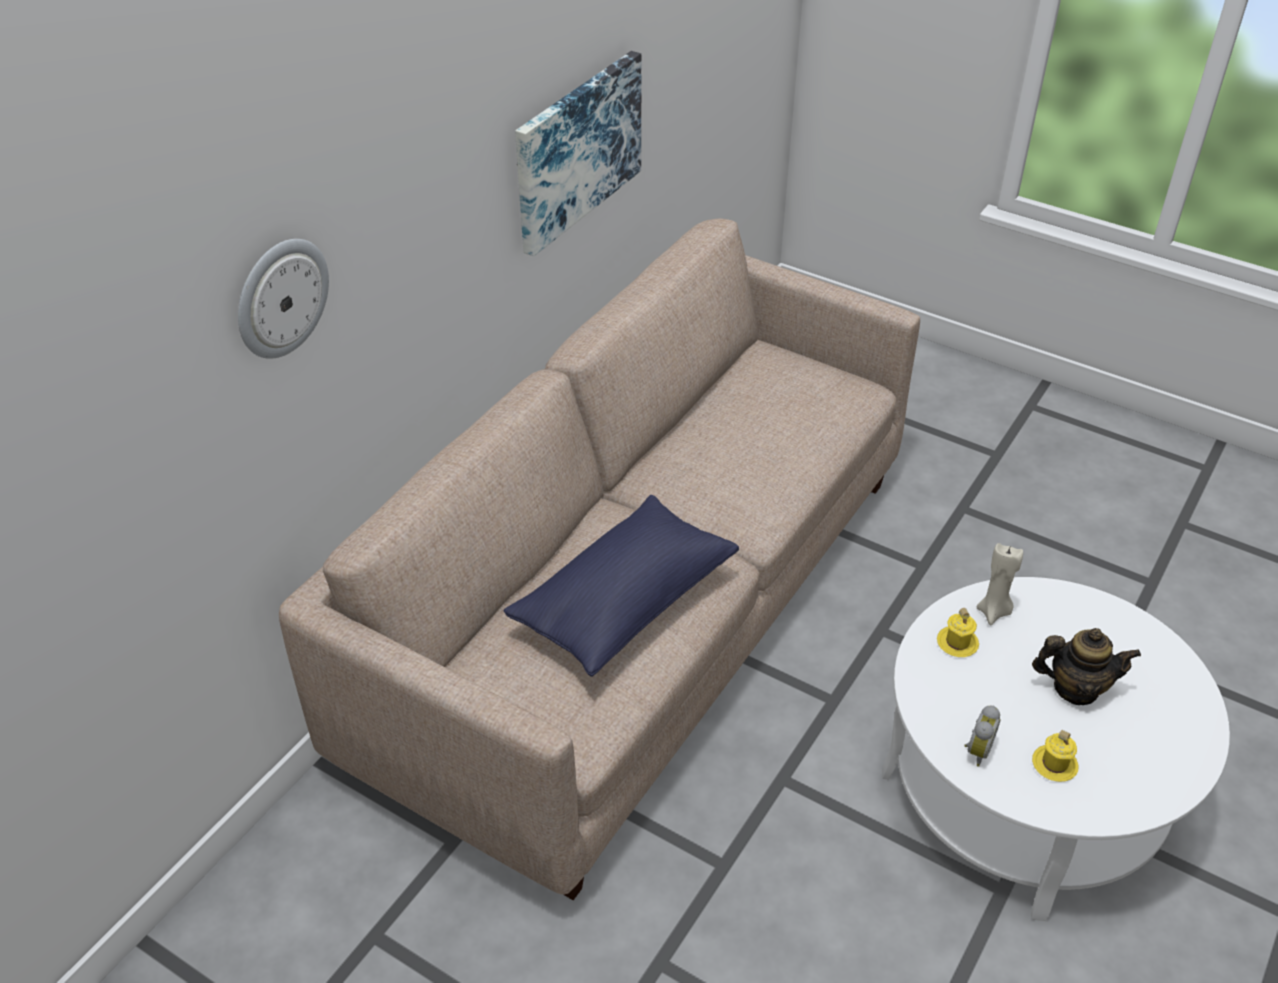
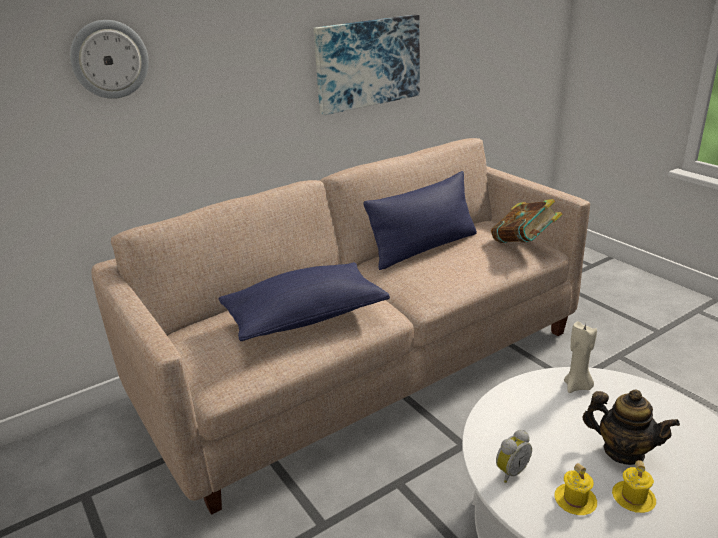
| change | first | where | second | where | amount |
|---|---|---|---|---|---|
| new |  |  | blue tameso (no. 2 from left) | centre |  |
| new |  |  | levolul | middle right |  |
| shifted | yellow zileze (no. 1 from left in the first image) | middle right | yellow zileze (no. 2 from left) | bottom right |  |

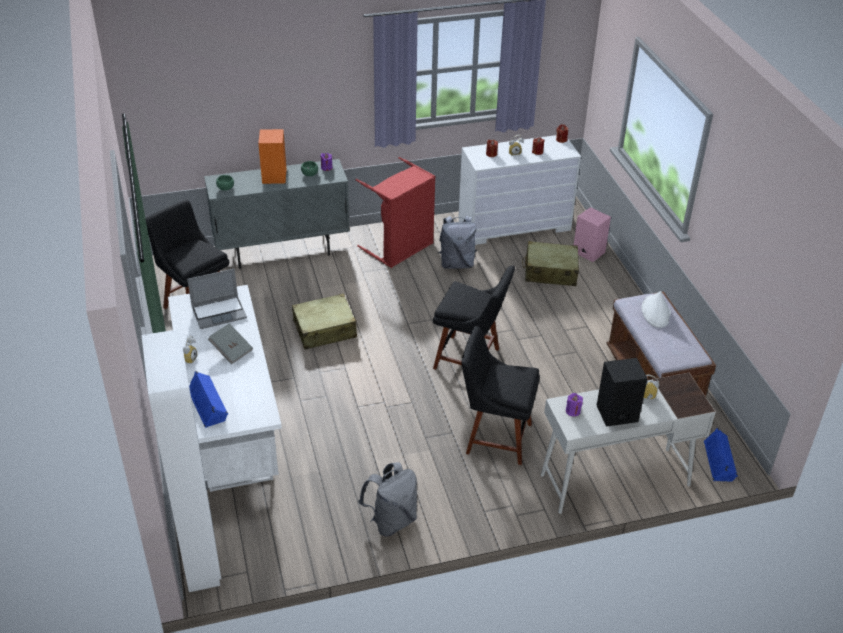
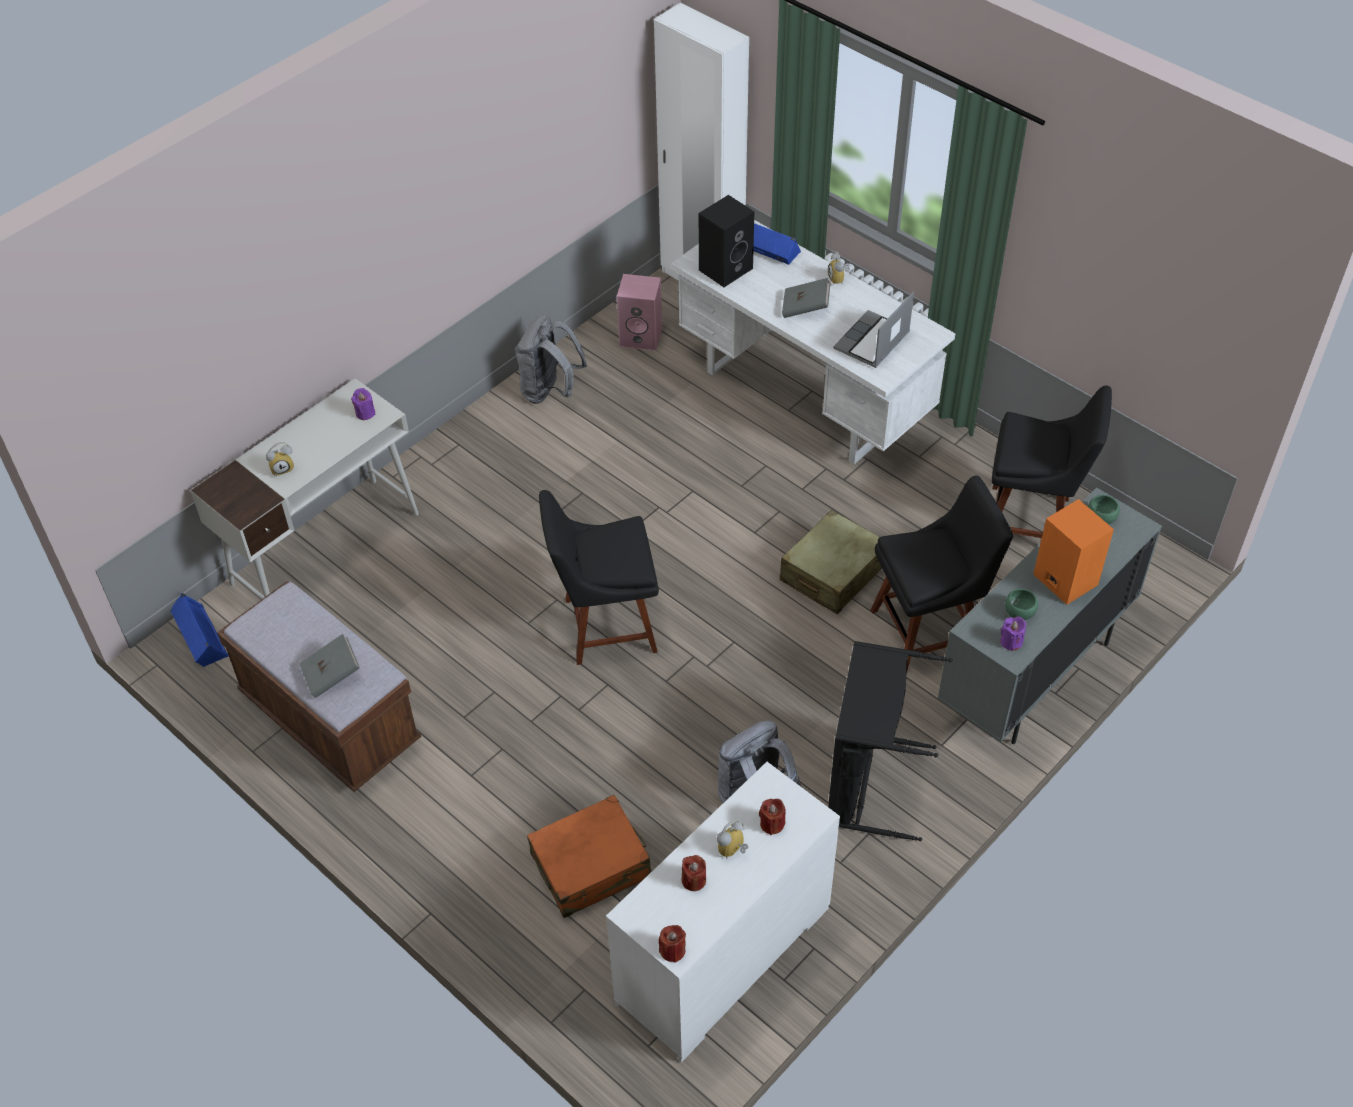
| change | first | where | second | where | amount |
|---|---|---|---|---|---|
| swapped | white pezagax | middle right | grey levolul (no. 1 from left) | middle left |  |
| repainted | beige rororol (no. 2 from left) | centre | orange rororol | bottom centre |  |
| shifted | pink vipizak | middle right |  | top centre |  |
| shifted | black vipizak | middle right |  | top centre |  |
| repainted | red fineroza | centre | black fineroza | bottom centre |  |
| shifted | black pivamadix (no. 3 from left in the first image) | centre | black pivamadix (no. 2 from left) | middle right |  |

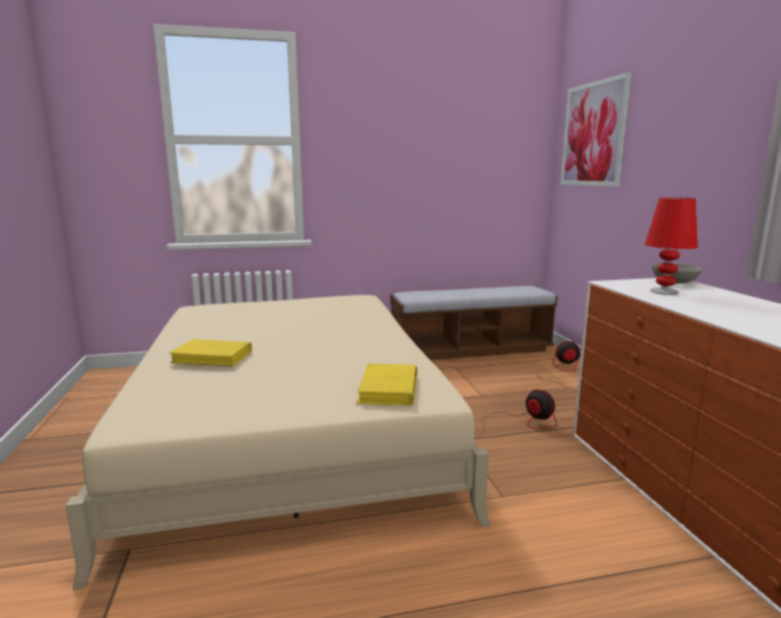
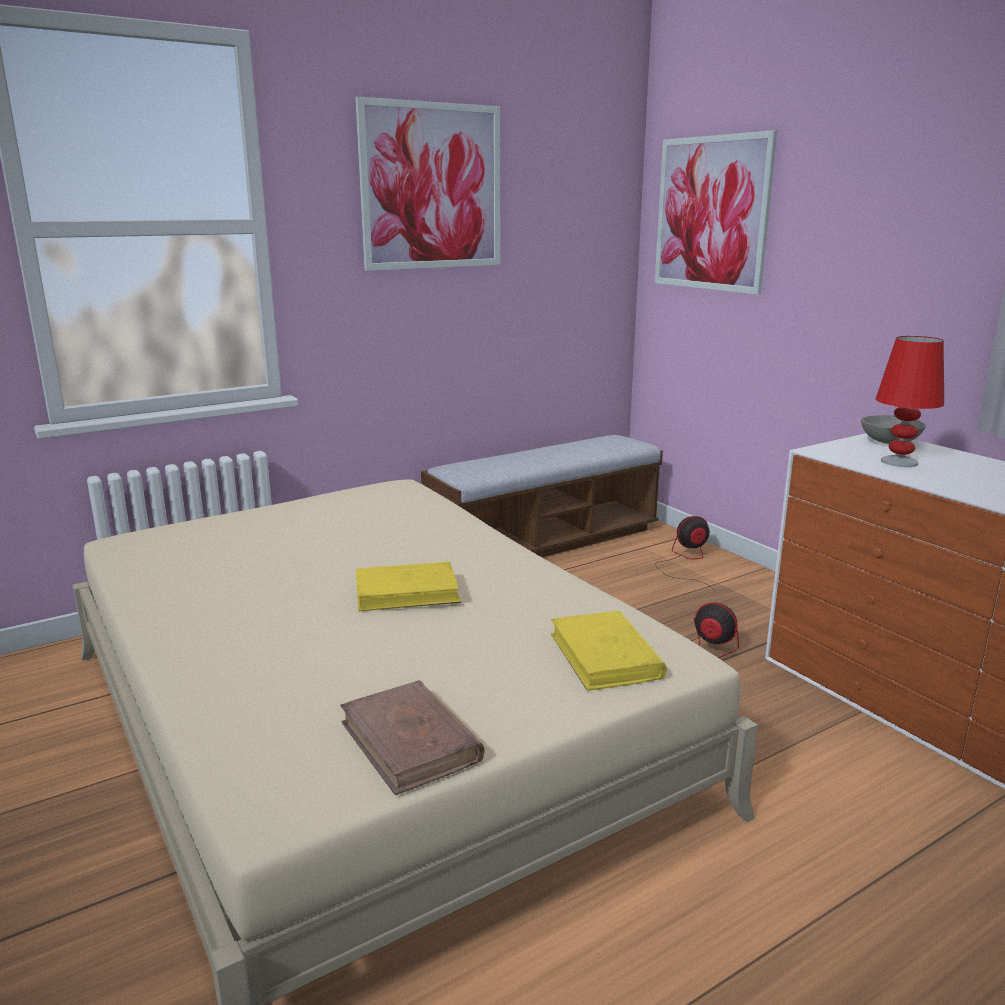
| change | first | where | second | where | amount |
|---|---|---|---|---|---|
| new |  |  | brown levolul | bottom centre |  |
| new |  |  | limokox (no. 1 from left) | top centre |  |
| shifted | yellow levolul (no. 1 from left) | middle left |  | centre |  |

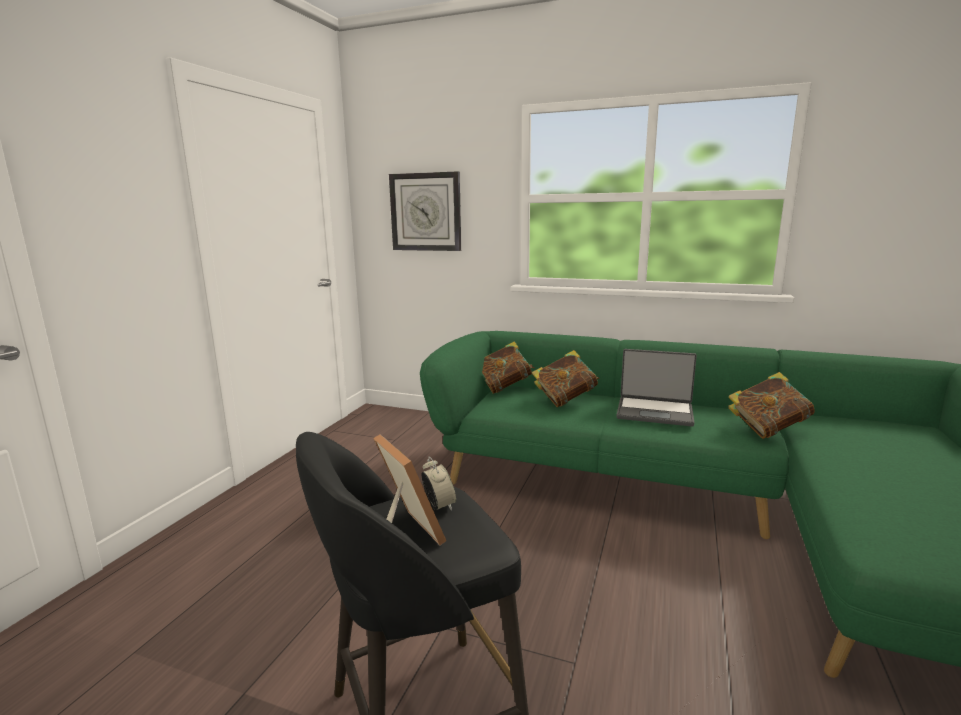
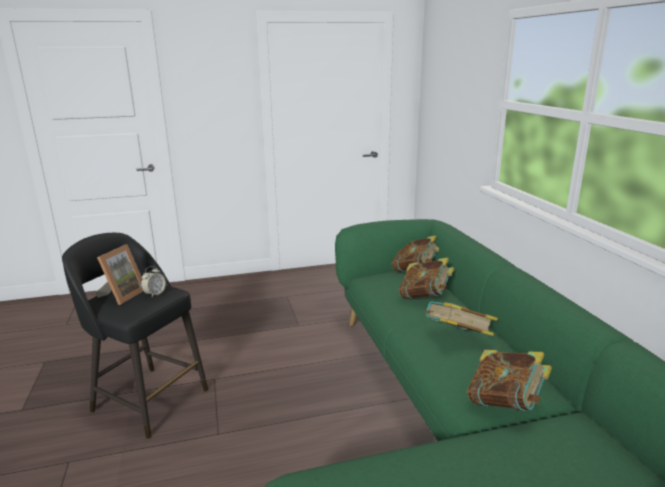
| change | first | where | second | where | amount |
|---|---|---|---|---|---|
| swapped | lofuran | middle right | levolul (no. 3 from left) | middle right |  |
| gone | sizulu | top centre |  |  |  |

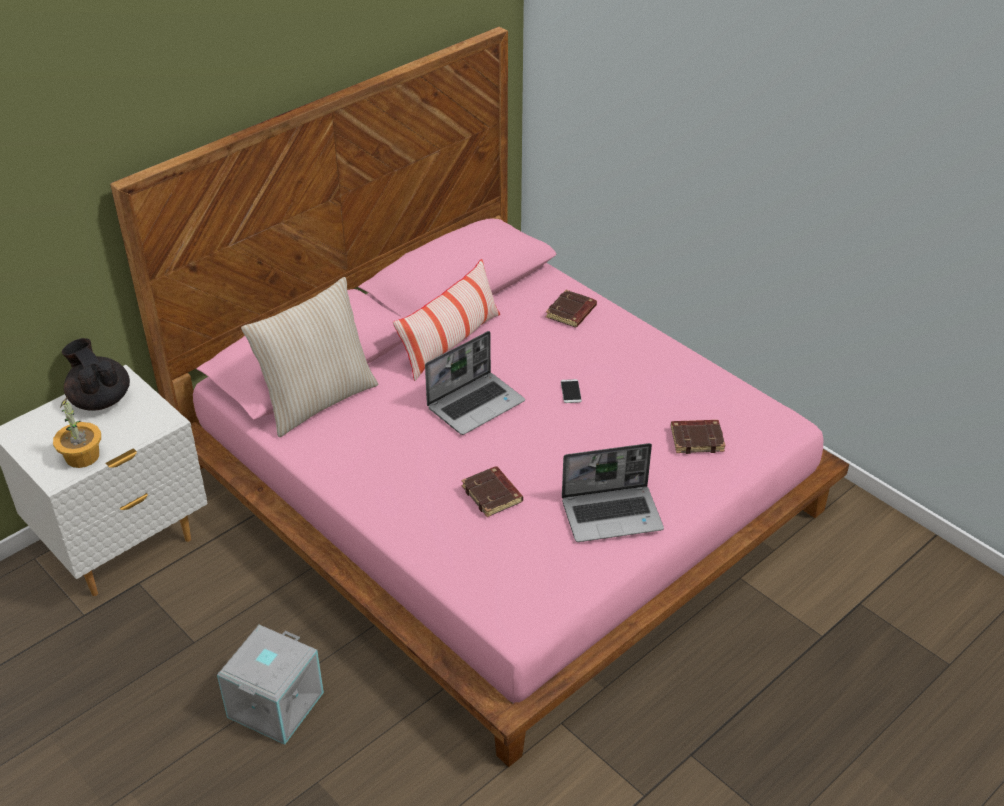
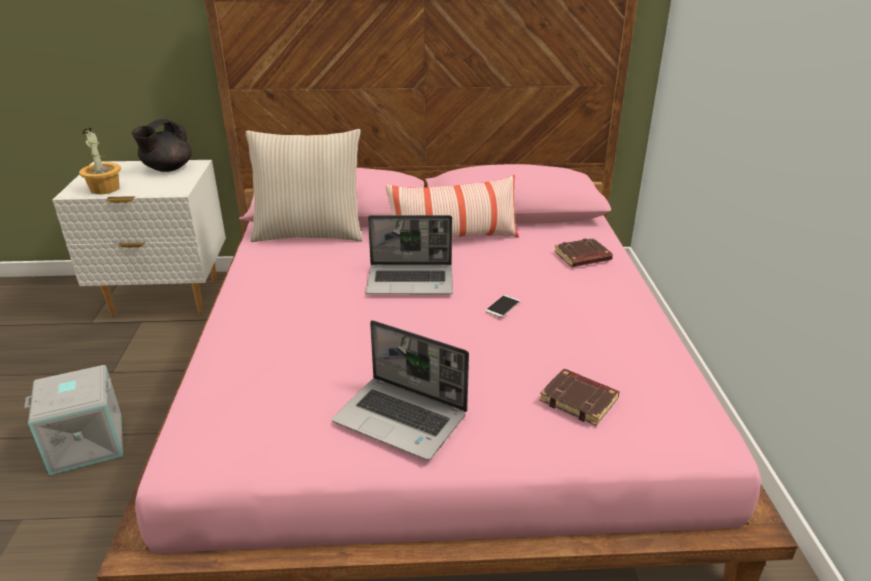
| change | first | where | second | where | amount |
|---|---|---|---|---|---|
| rotated | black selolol | middle left |  | top left | 150 degrees counterclockwise |
| gone | brown levolul (no. 1 from left) | centre |  |  |  |

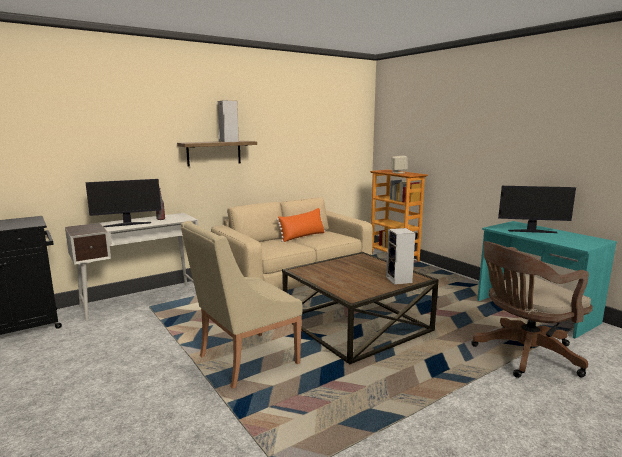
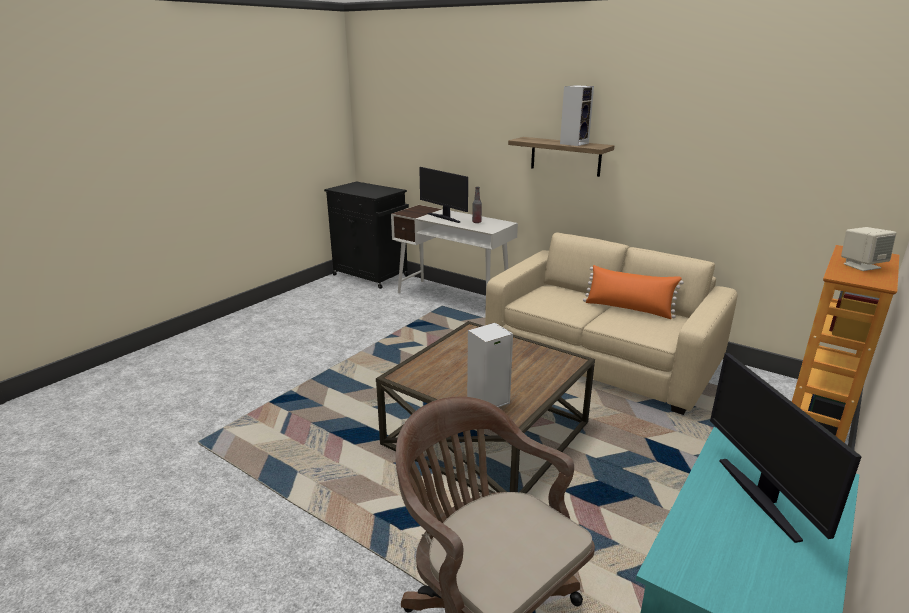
| change | first | where | second | where | amount |
|---|---|---|---|---|---|
| gone | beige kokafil | bottom centre |  |  |  |

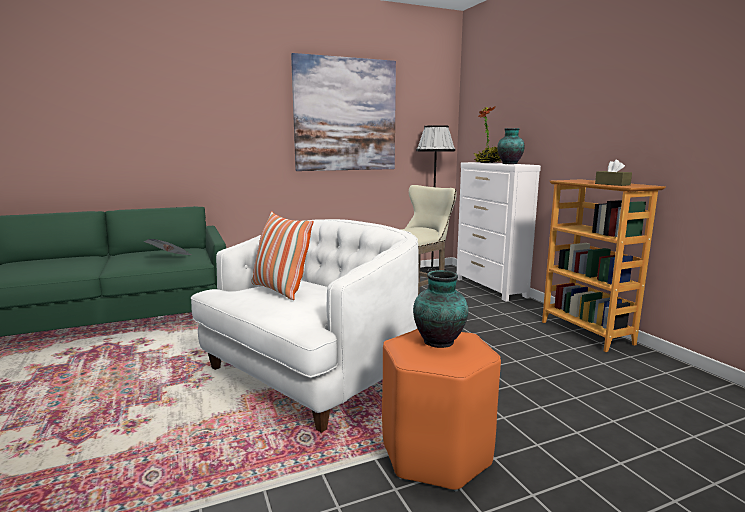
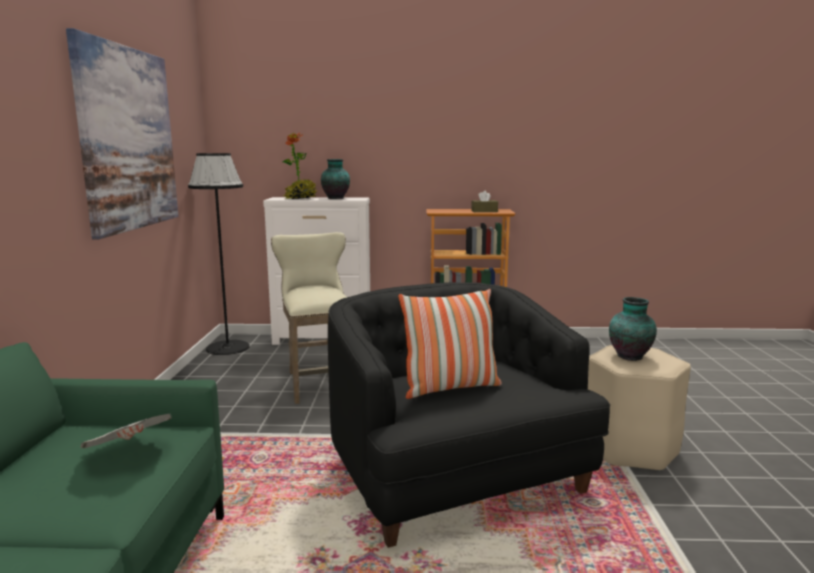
| change | first | where | second | where | amount |
|---|---|---|---|---|---|
| repainted | white kokafil | centre | black kokafil | bottom centre |  |
| repainted | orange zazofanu | bottom centre | beige zazofanu (no. 2 from left) | bottom right |  |

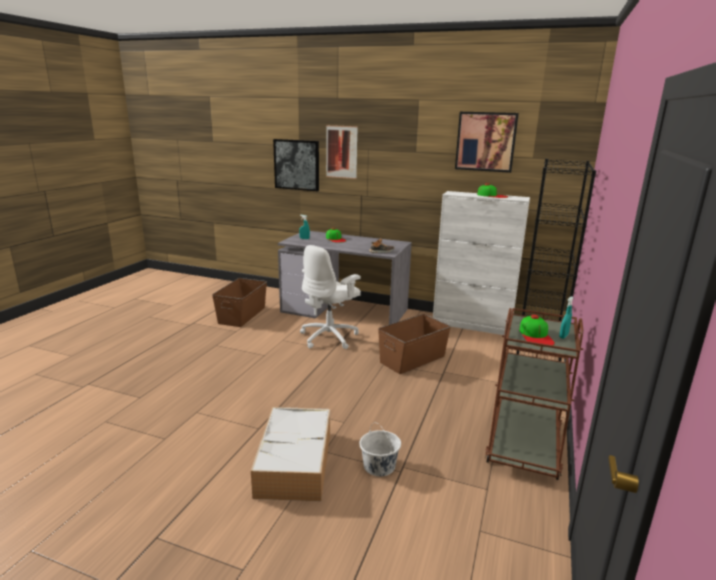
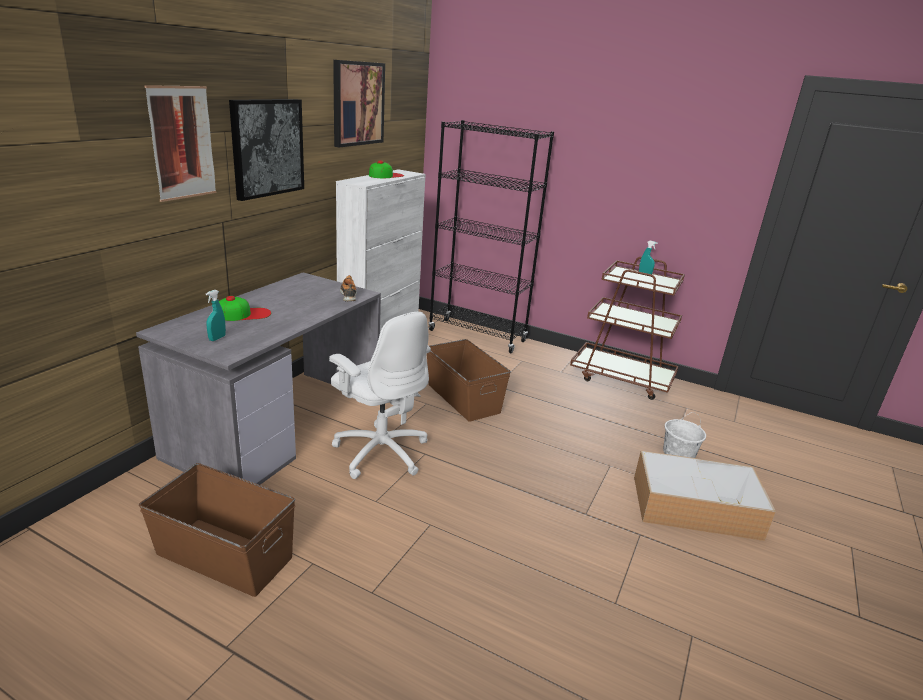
| change | first | where | second | where | amount |
|---|---|---|---|---|---|
| shifted | limokox (no. 1 from left in the first image) | top centre | limokox (no. 2 from left) | top left |  |
| gone | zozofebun (no. 3 from left) | middle right |  |  |  |

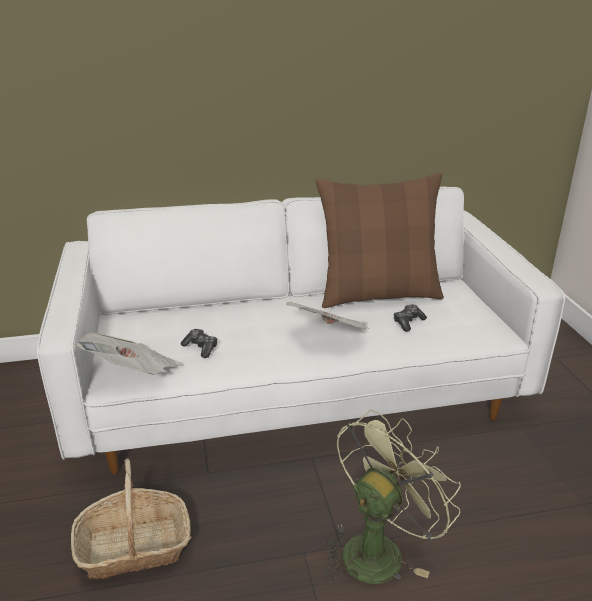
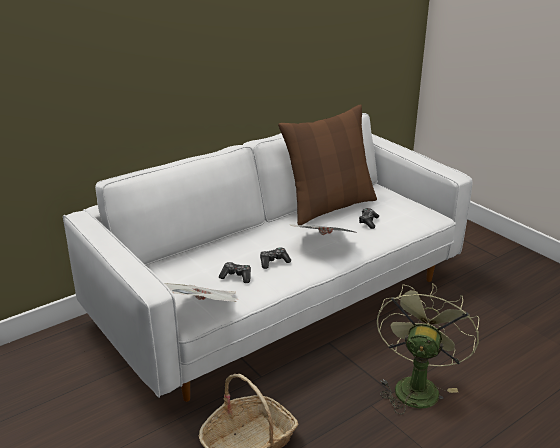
| change | first | where | second | where | amount |
|---|---|---|---|---|---|
| new |  |  | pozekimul (no. 2 from left) | centre |  |

